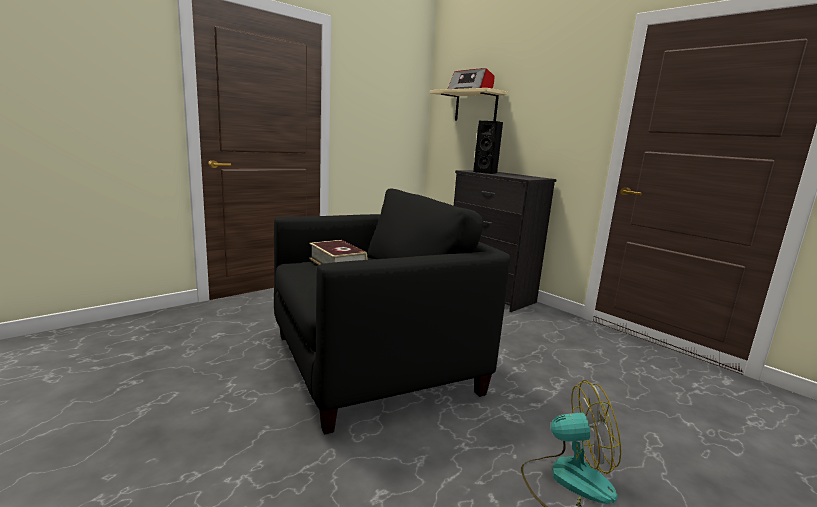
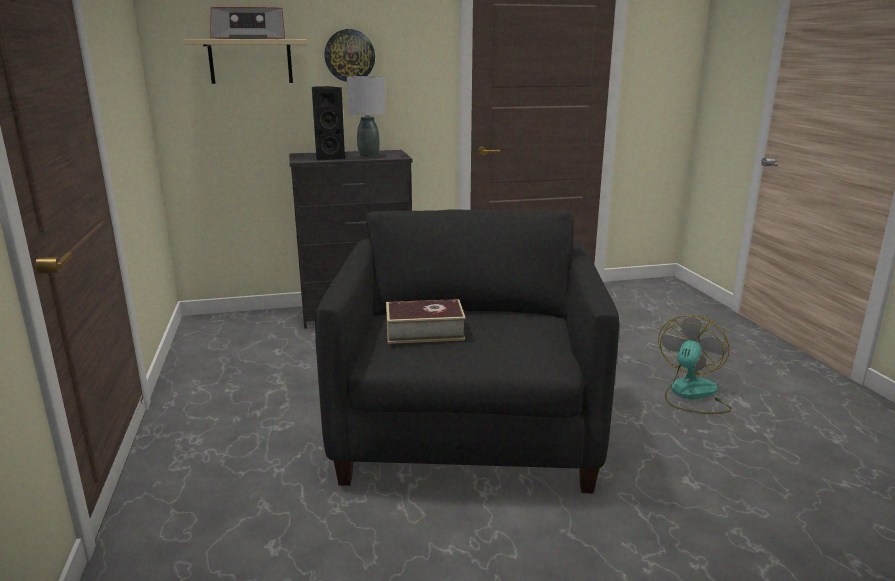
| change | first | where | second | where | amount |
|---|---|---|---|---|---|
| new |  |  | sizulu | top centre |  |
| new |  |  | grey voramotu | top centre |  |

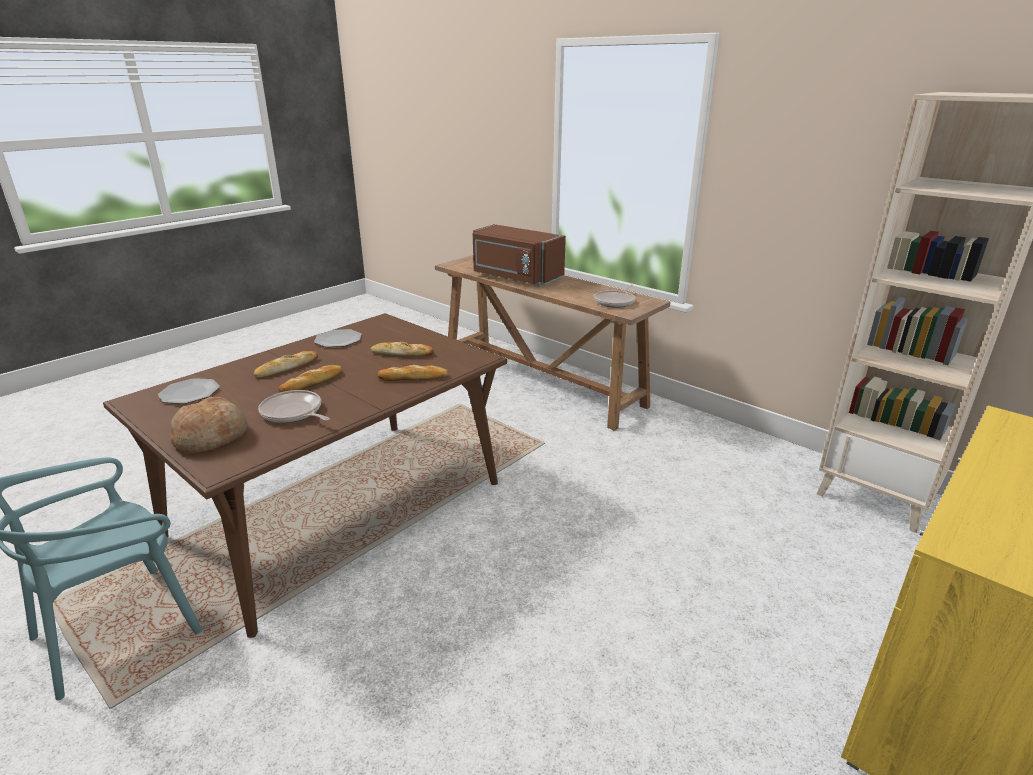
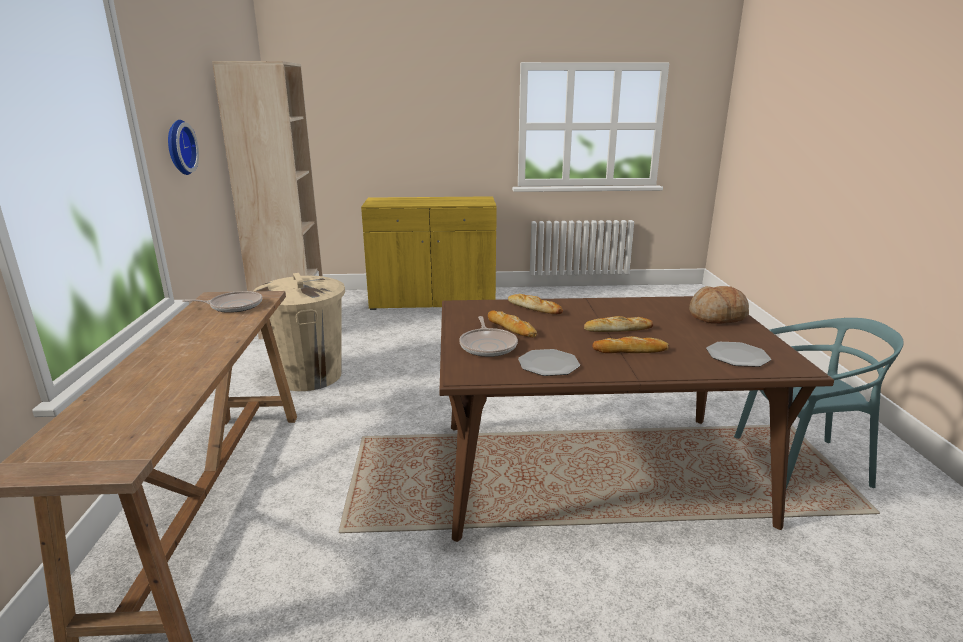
| change | first | where | second | where | amount |
|---|---|---|---|---|---|
| new |  |  | sizulu | top left |  |
| new |  |  | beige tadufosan | middle left |  |
| shifted | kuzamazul (no. 1 from left in the first image) | middle left | kuzamazul (no. 2 from left) | centre |  |
| gone | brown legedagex | top centre |  |  |  |

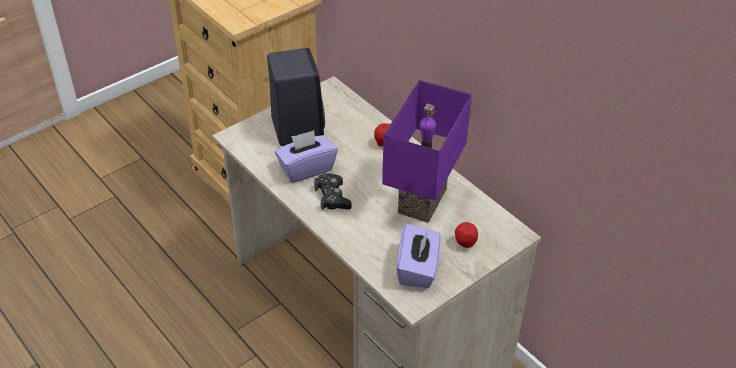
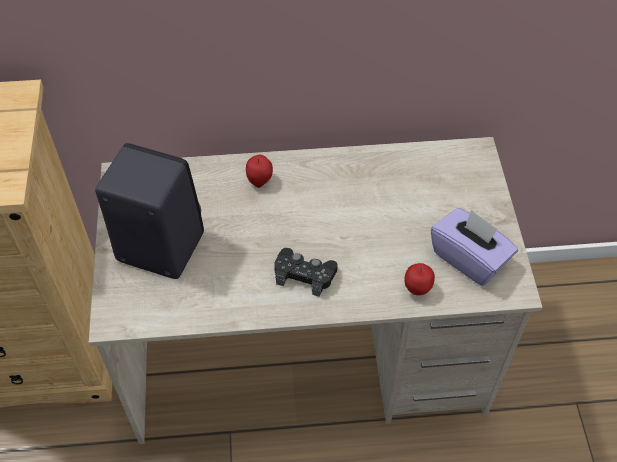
| change | first | where | second | where | amount |
|---|---|---|---|---|---|
| shifted | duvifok (no. 2 from left) | centre |  | middle right |  |
| gone | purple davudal (no. 1 from left) | centre |  |  |  |
| gone | purple voramotu | centre |  |  |  |

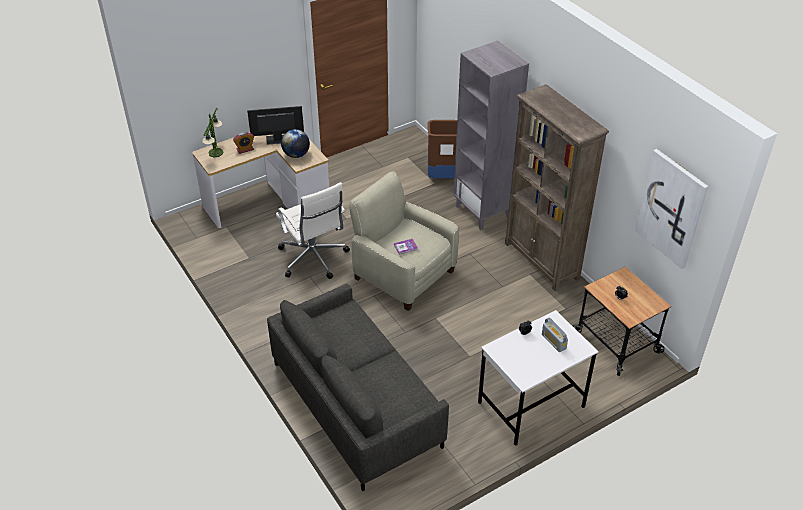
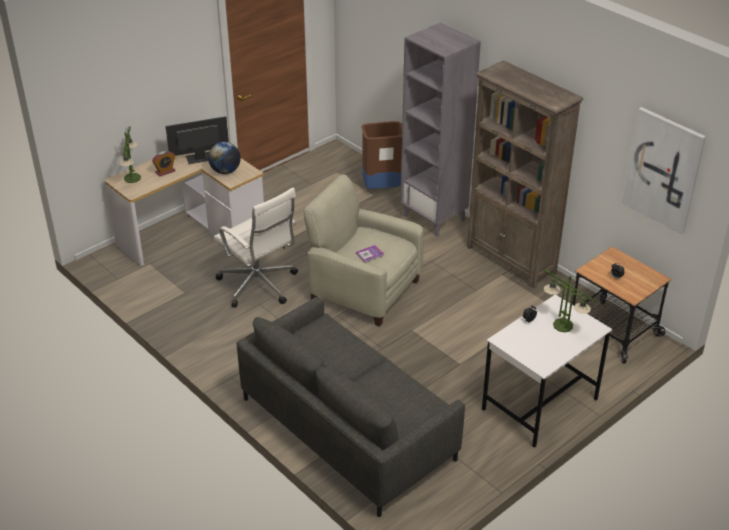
| change | first | where | second | where | amount |
|---|---|---|---|---|---|
| swapped | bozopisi | middle right | voramotu (no. 2 from left) | middle right |  |

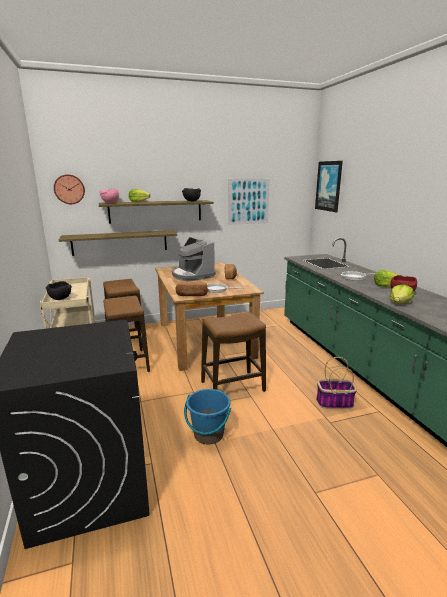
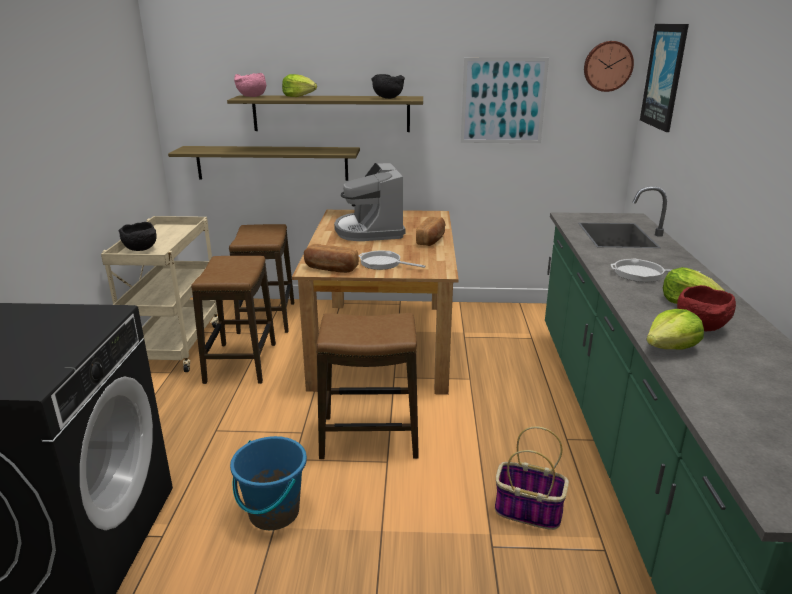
| change | first | where | second | where | amount |
|---|---|---|---|---|---|
| shifted | sizulu | top left |  | top right |  |

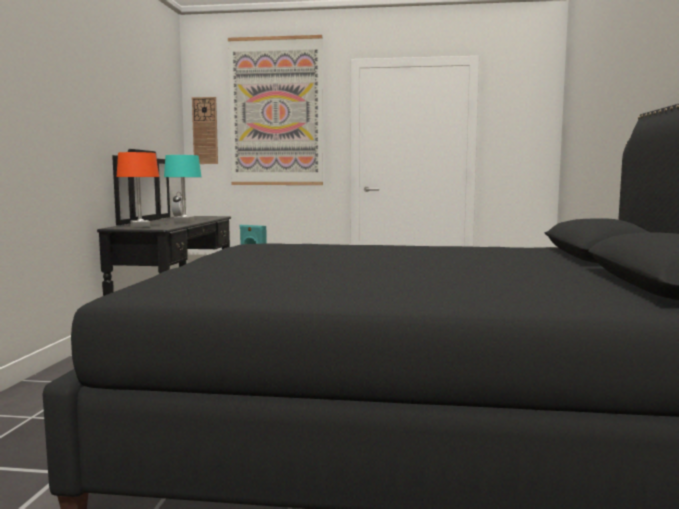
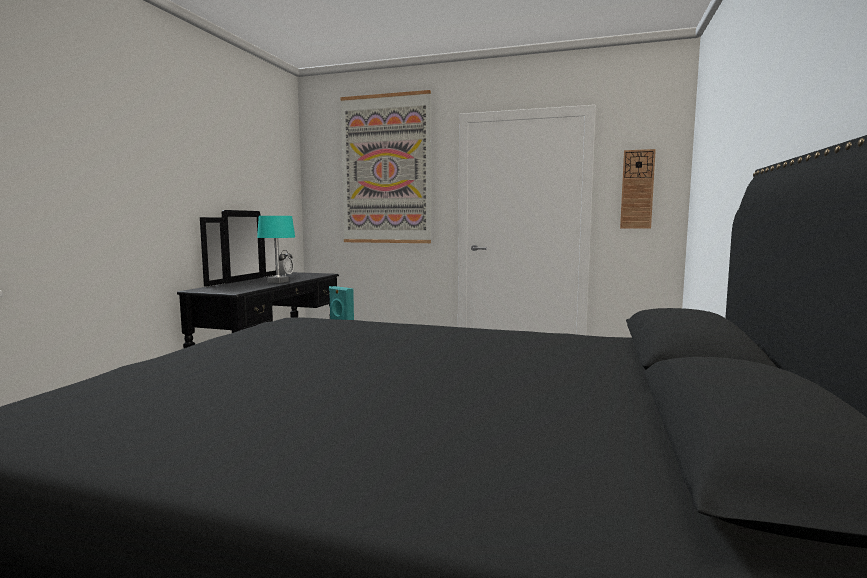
| change | first | where | second | where | amount |
|---|---|---|---|---|---|
| shifted | sizulu | top left |  | top right |  |
| gone | orange voramotu | middle left |  |  |  |

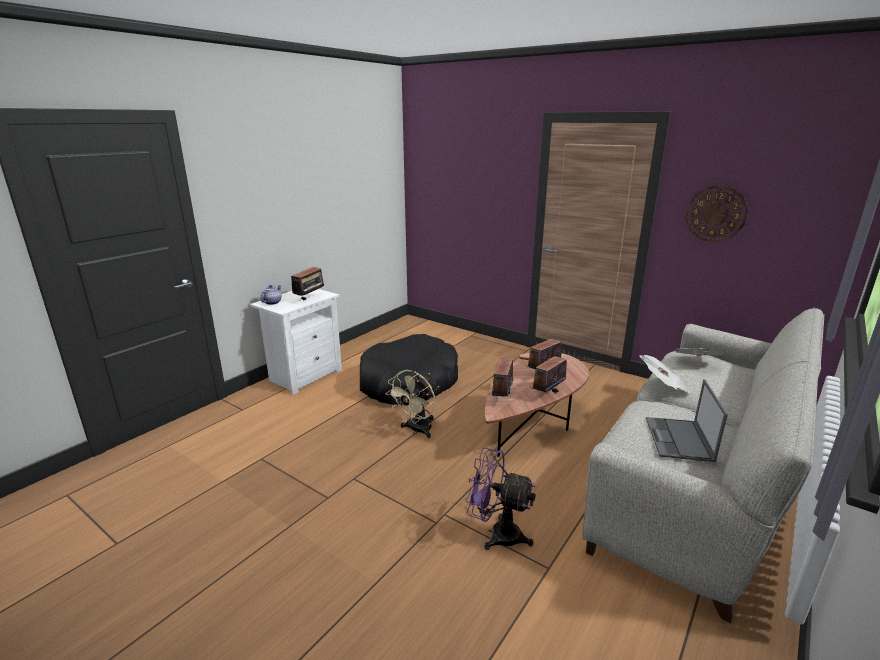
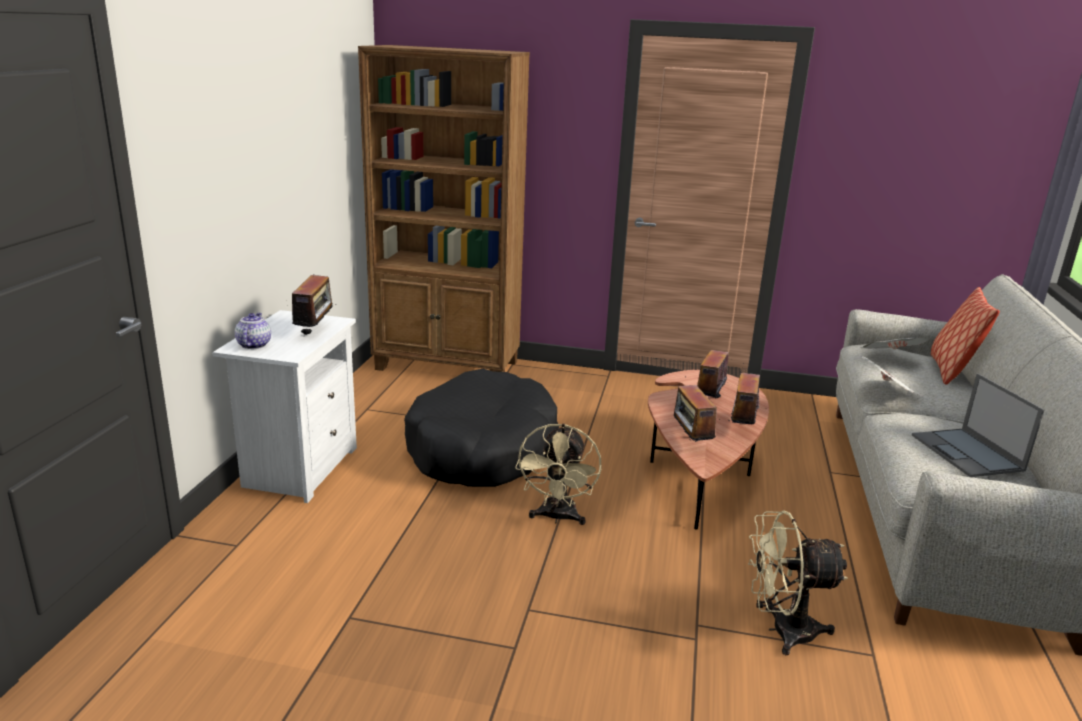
| change | first | where | second | where | amount |
|---|---|---|---|---|---|
| new |  |  | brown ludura | top centre |  |
| repainted | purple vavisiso | bottom centre | beige vavisiso (no. 2 from left) | bottom right |  |
| new |  |  | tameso | middle right |  |
| gone | sizulu | top right |  |  |  |

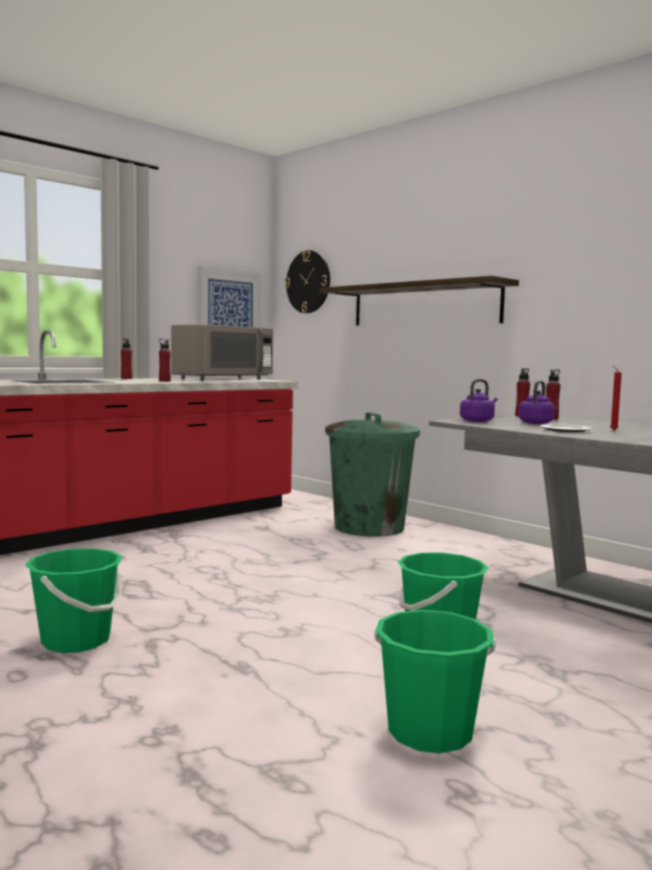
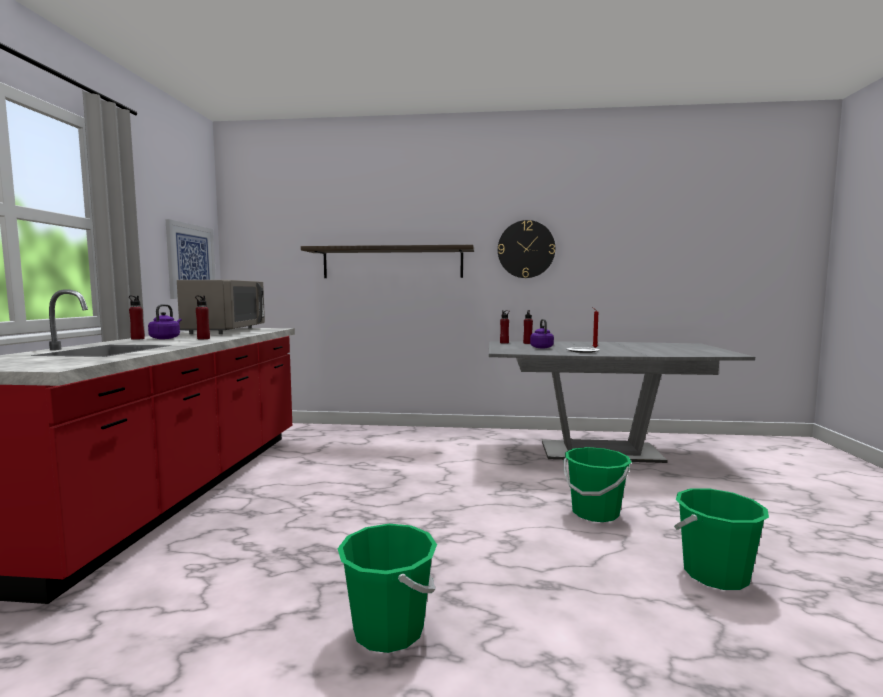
| change | first | where | second | where | amount |
|---|---|---|---|---|---|
| shifted | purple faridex (no. 1 from left) | middle right |  | middle left |  |
| shifted | sizulu | top centre |  | centre |  |
| gone | green tadufosan | centre |  |  |  |

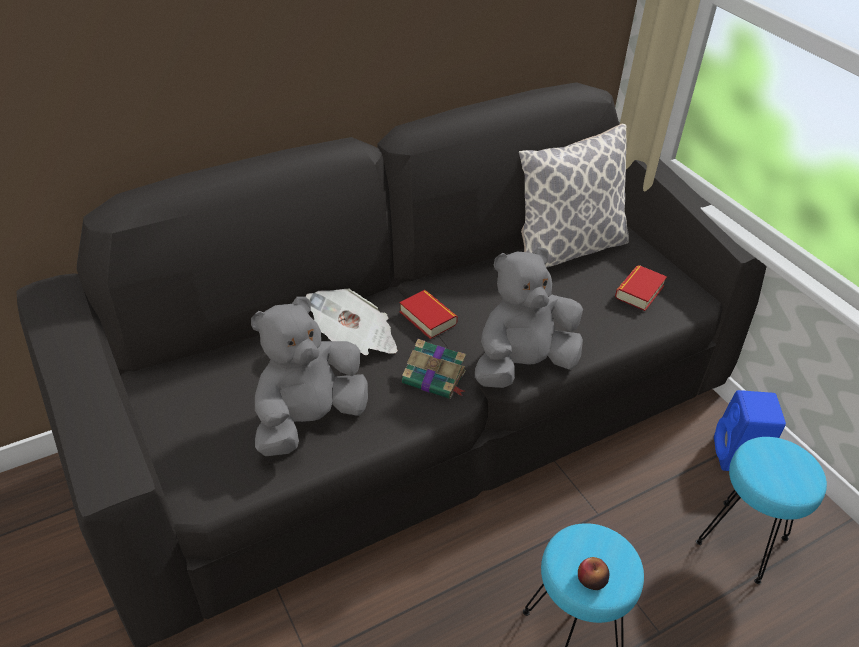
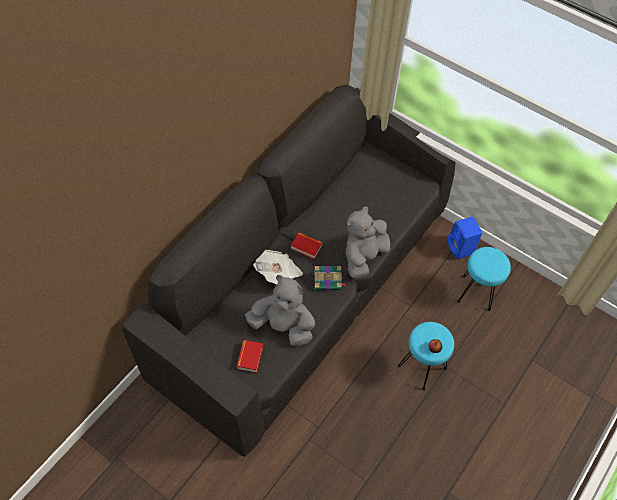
| change | first | where | second | where | amount |
|---|---|---|---|---|---|
| shifted | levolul (no. 3 from left in the first image) | middle right | levolul (no. 1 from left) | bottom centre |  |
| rotated | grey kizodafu (no. 1 from left) | centre |  | centre | 90 degrees clockwise |
| gone | tameso | top right |  |  |  |

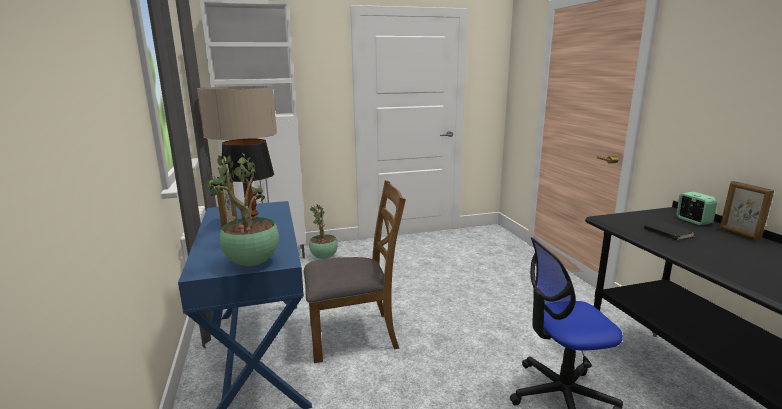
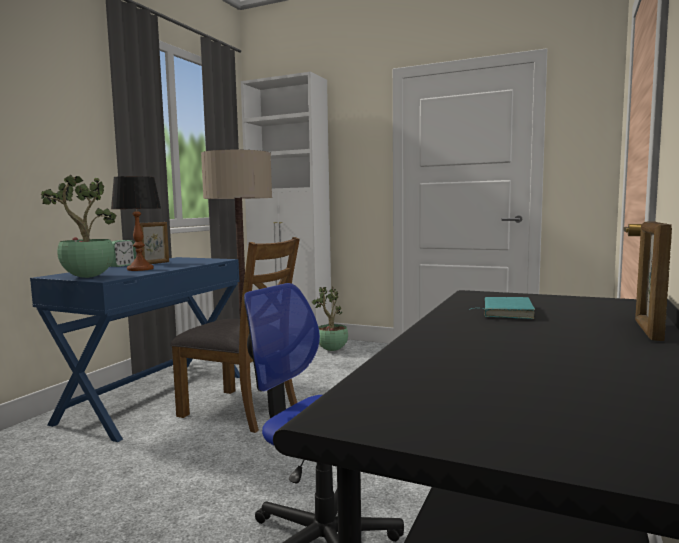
| change | first | where | second | where | amount |
|---|---|---|---|---|---|
| shifted | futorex | middle right |  | middle left |  |
| repainted | black levolul | middle right | turquoise levolul | middle right |  |

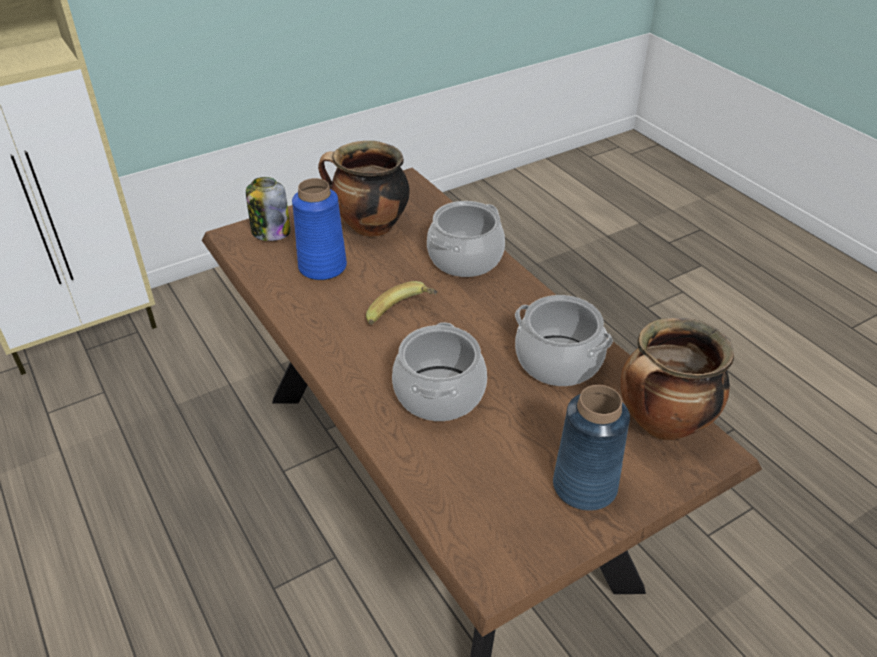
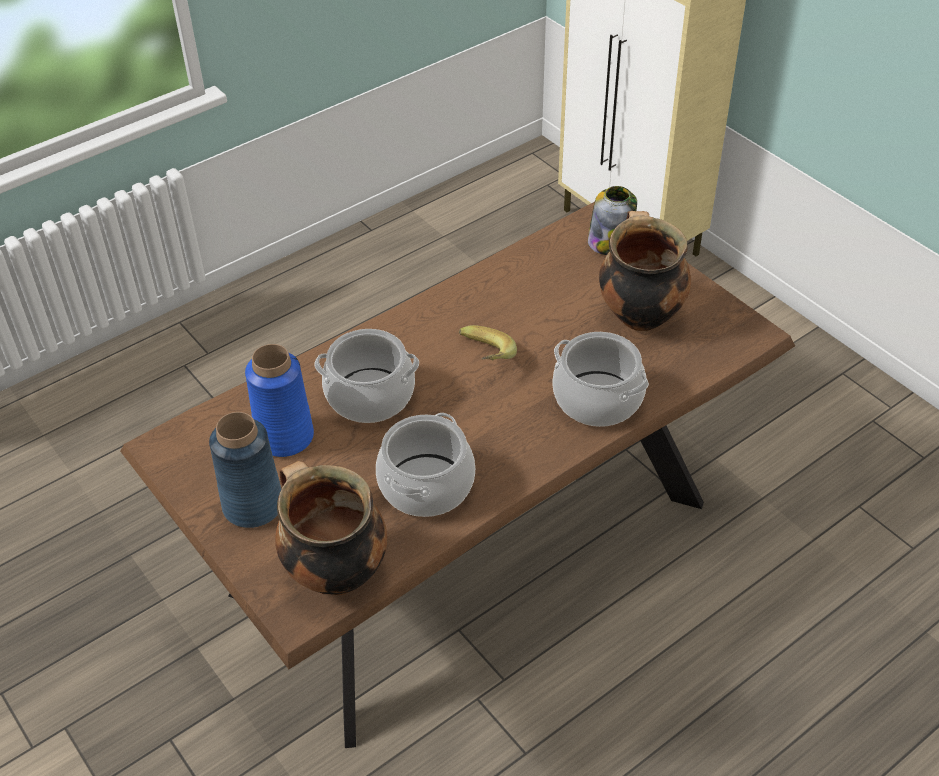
| change | first | where | second | where | amount |
|---|---|---|---|---|---|
| shifted | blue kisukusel (no. 1 from left in the first image) | centre | blue kisukusel (no. 2 from left) | middle left |  |

